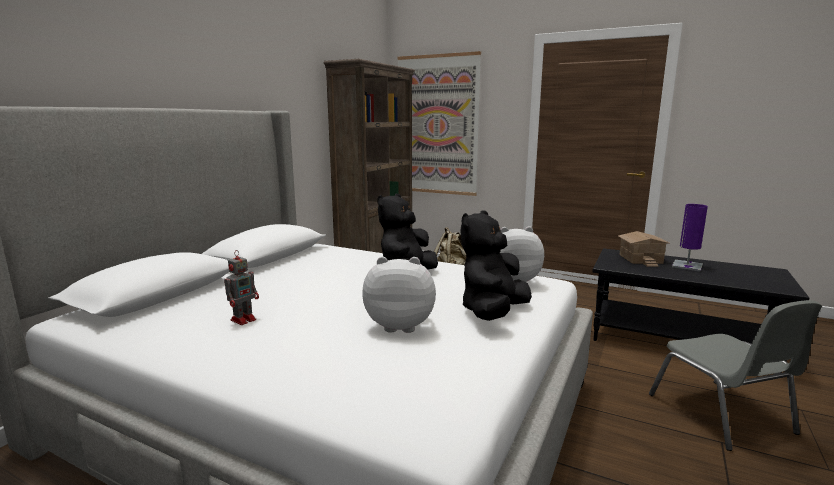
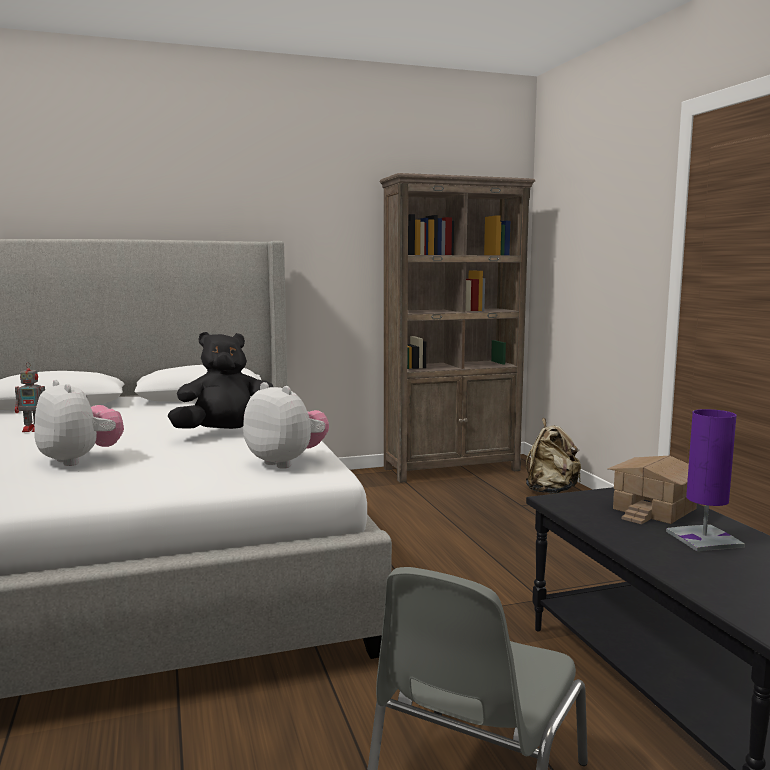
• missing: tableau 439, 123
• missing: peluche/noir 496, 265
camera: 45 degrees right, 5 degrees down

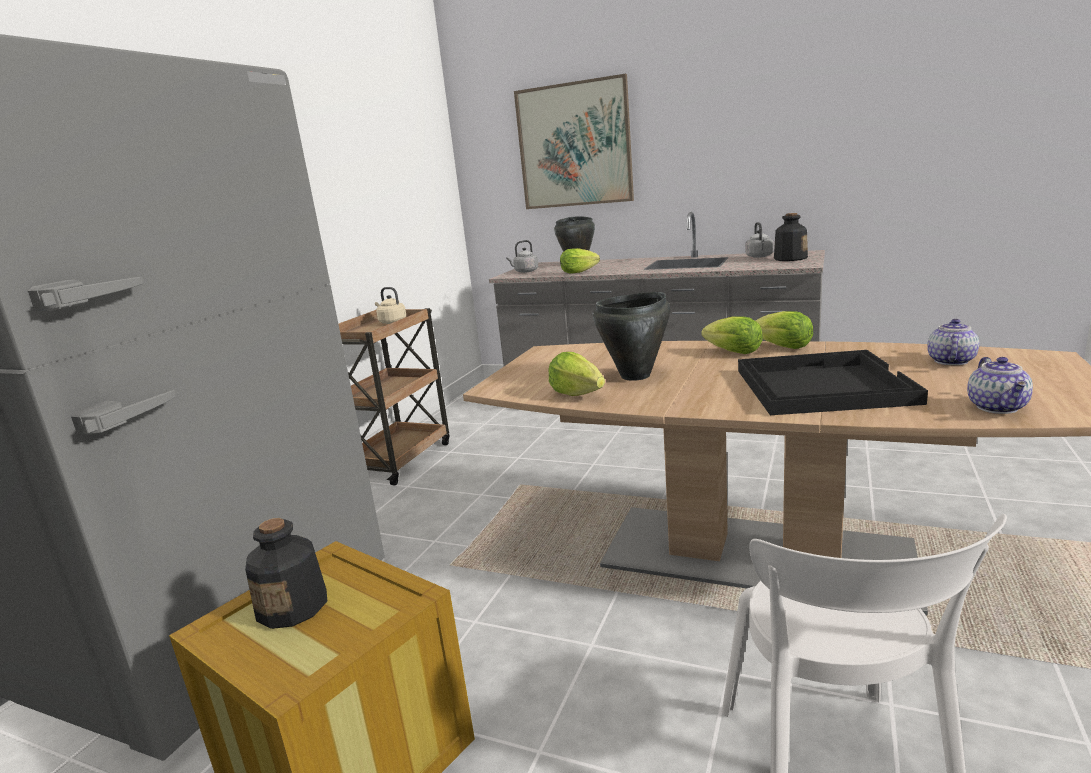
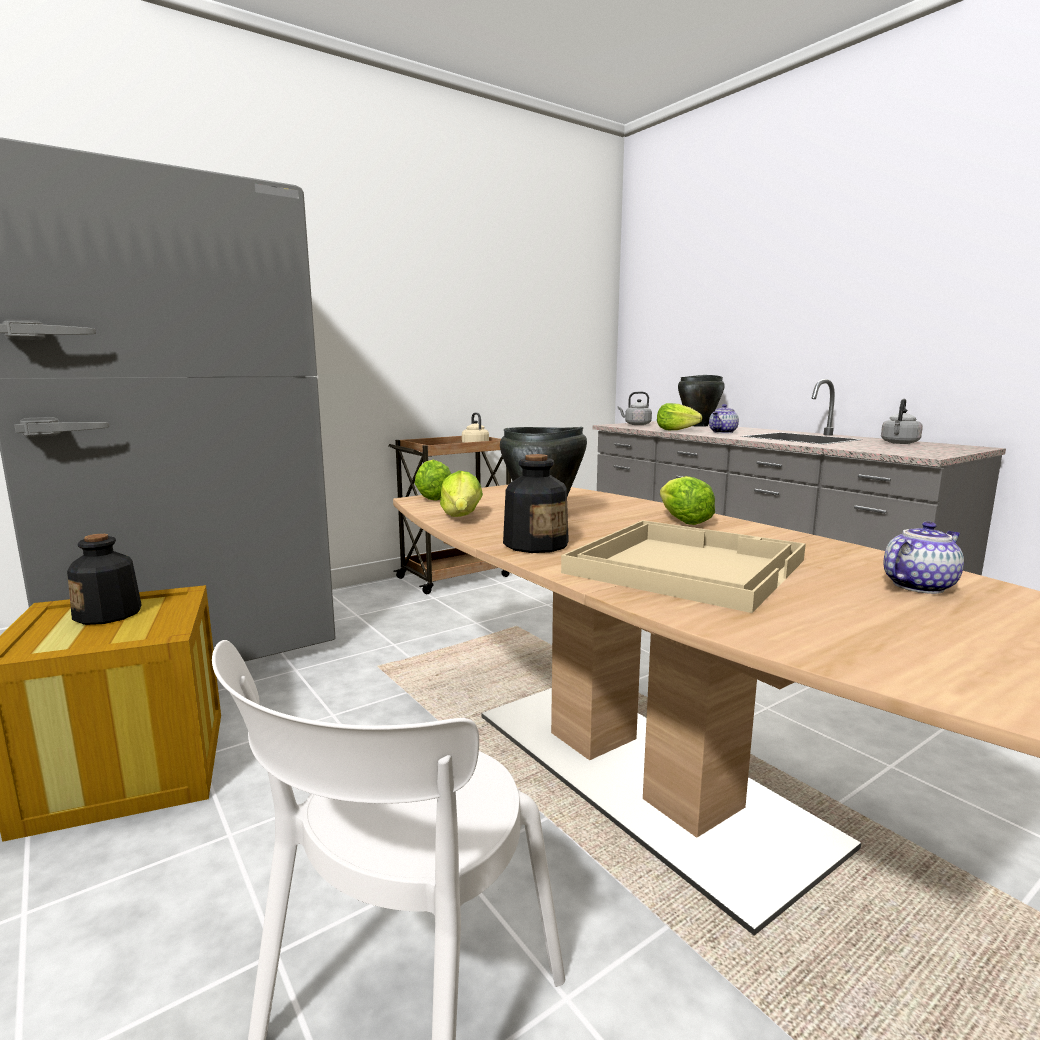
• missing: tableau 574, 141
• relocated: laitue 784, 330 to 433, 480
• relocated: bouteille 791, 237 to 536, 503
• relocated: théière 1000, 385 to 724, 419
• colour: plateau/noir 833, 382 to plateau/beige 683, 566
camera: 30 degrees right, 5 degrees down

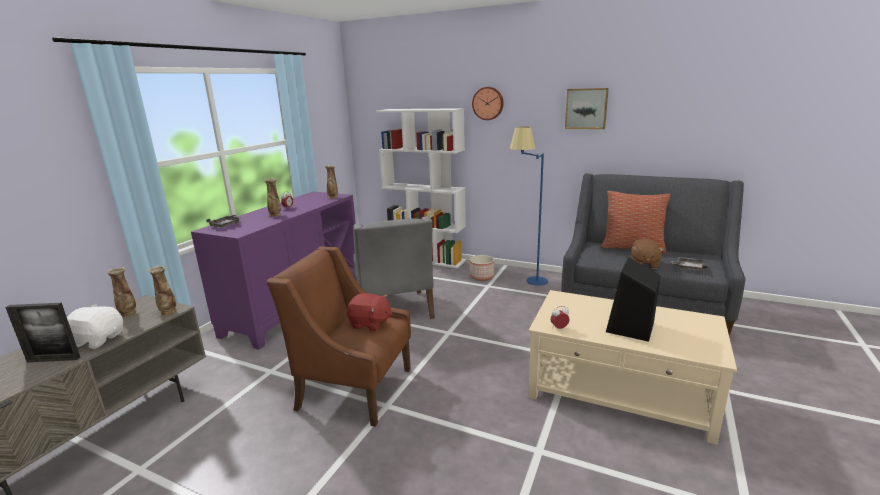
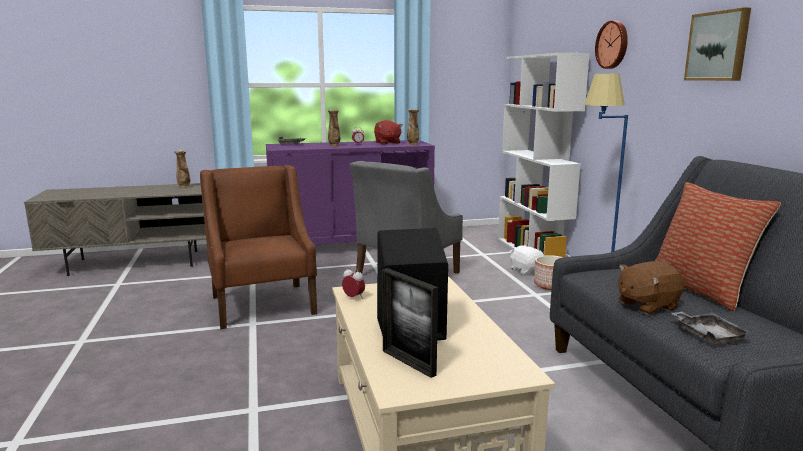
• missing: vase 162, 290
• relocated: cadre photo 42, 332 to 410, 323
• relocated: peluche/blanc 95, 326 to 527, 260
• relocated: peluche/rouge 369, 312 to 388, 132
camera: 50 degrees right, 5 degrees down

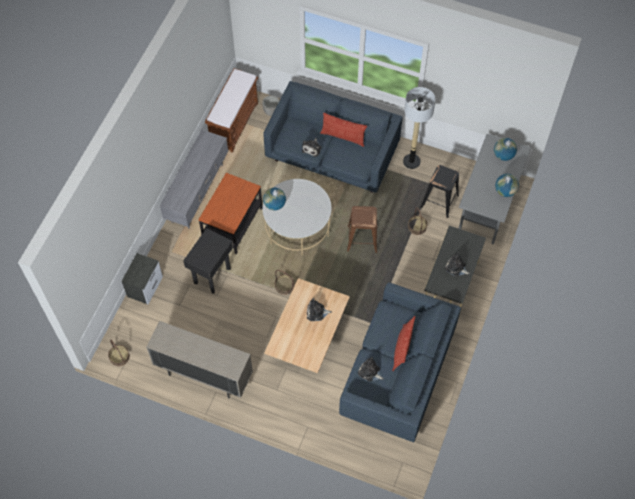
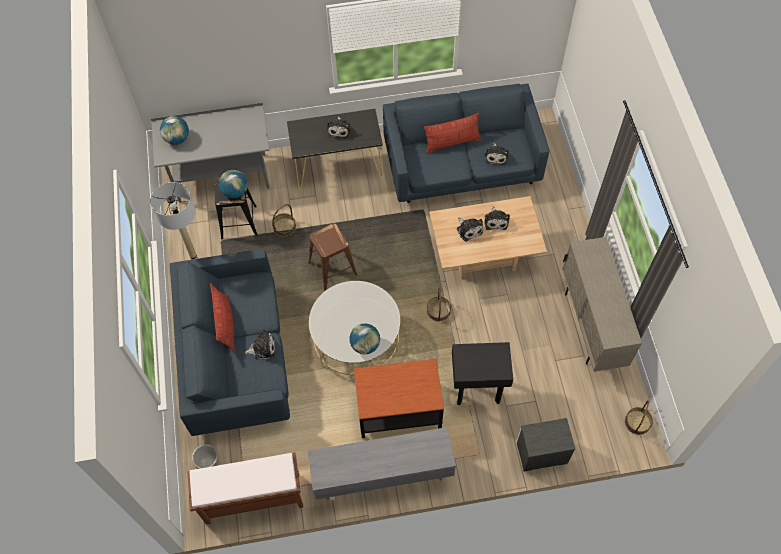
• appeared: peluche 497, 218
• relocated: globe 507, 185 to 233, 184
camera: 120 degrees left, 0 degrees up

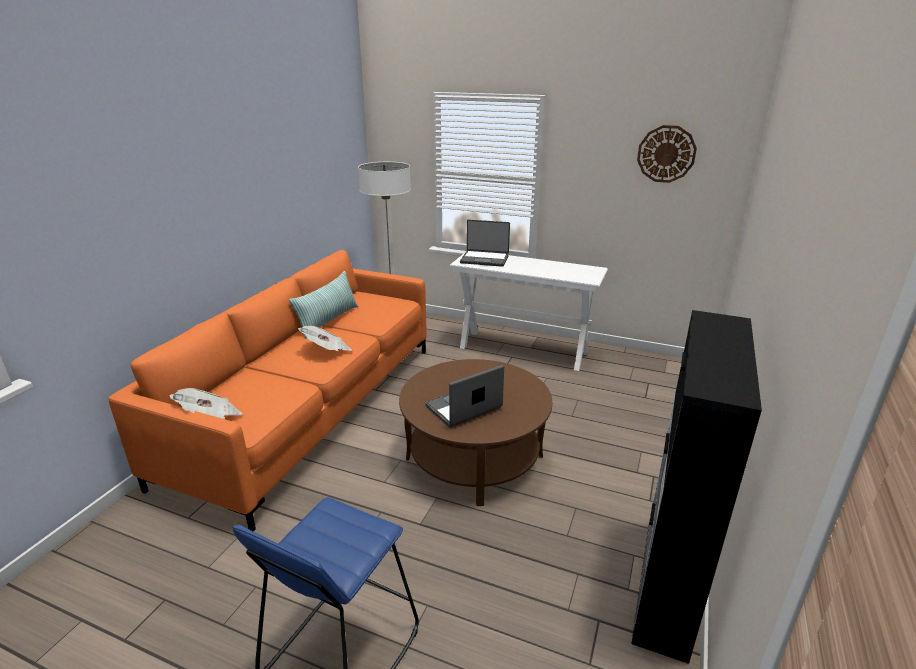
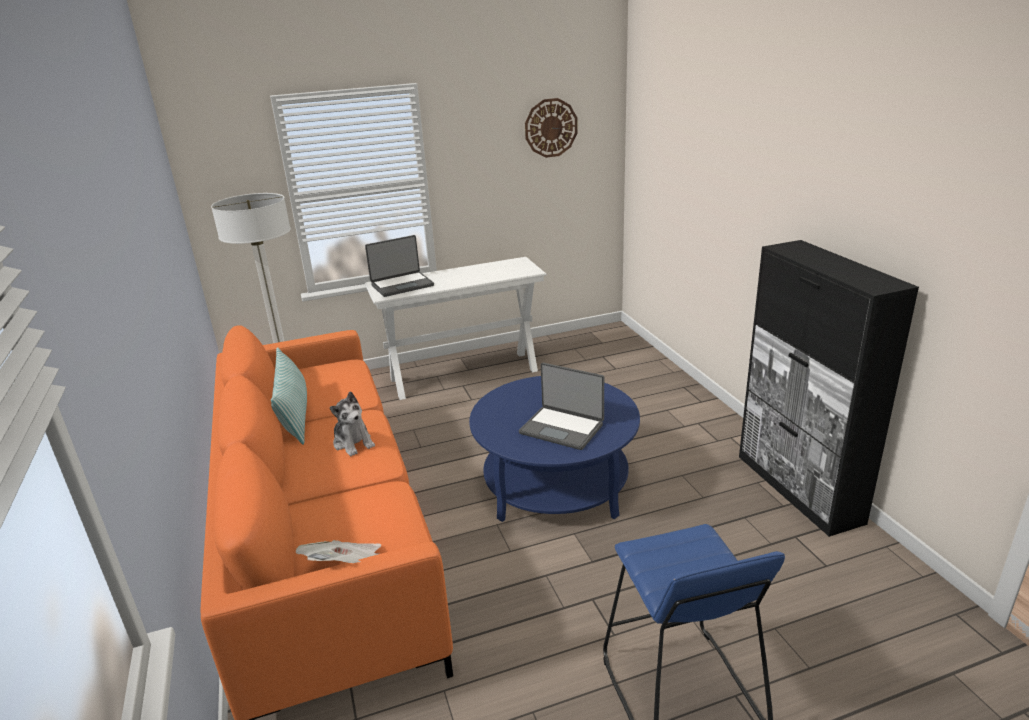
• exchanged: journal 325, 338 to peluche 352, 423
• colour: table basse/marron 475, 432 to table basse/bleu 554, 449
• spun: ordinateur portable 464, 396 = 561, 406 75 degrees counterclockwise
camera: 40 degrees left, 0 degrees up

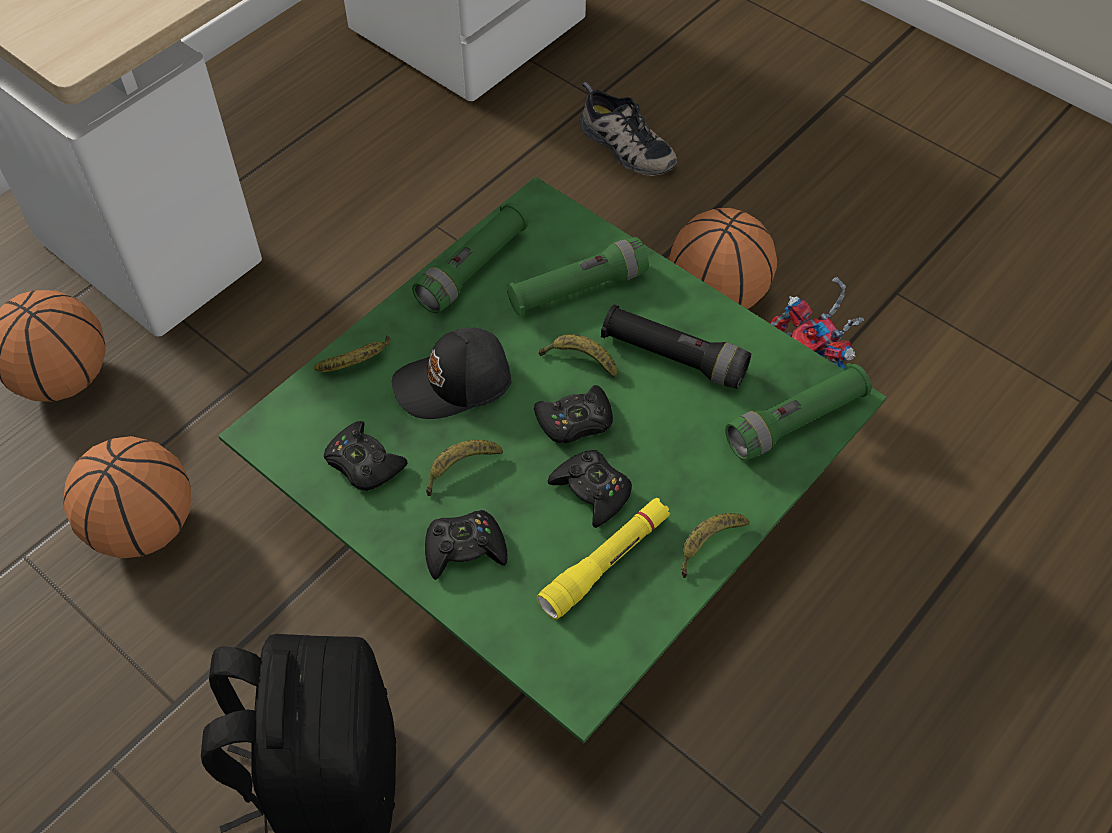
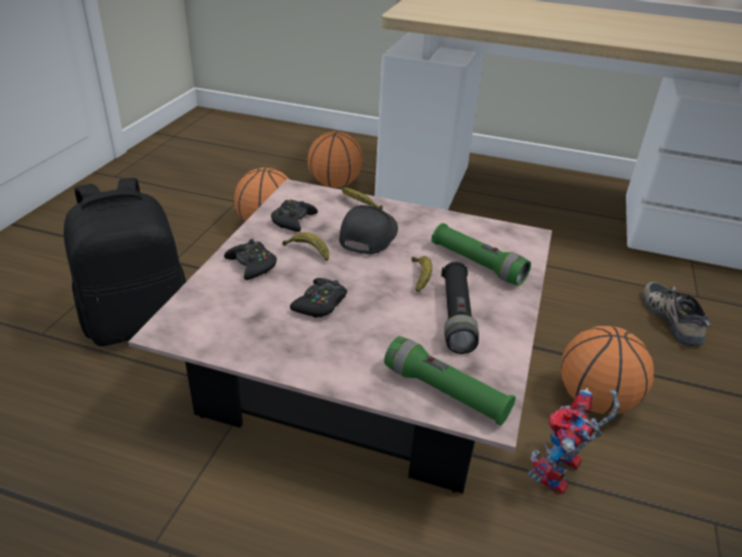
• missing: lampe de poche/vert 470, 258
• missing: manette/noir 573, 414
• missing: lampe de poche/jaune 603, 559
• missing: banane 715, 545
• colour: table basse/vert 552, 460 to table basse/rose 340, 336
• spun: casquette/noir 451, 373 = 368, 230 60 degrees clockwise
• spun: chaussure 628, 129 = 676, 314 150 degrees clockwise
camera: 65 degrees right, 20 degrees down

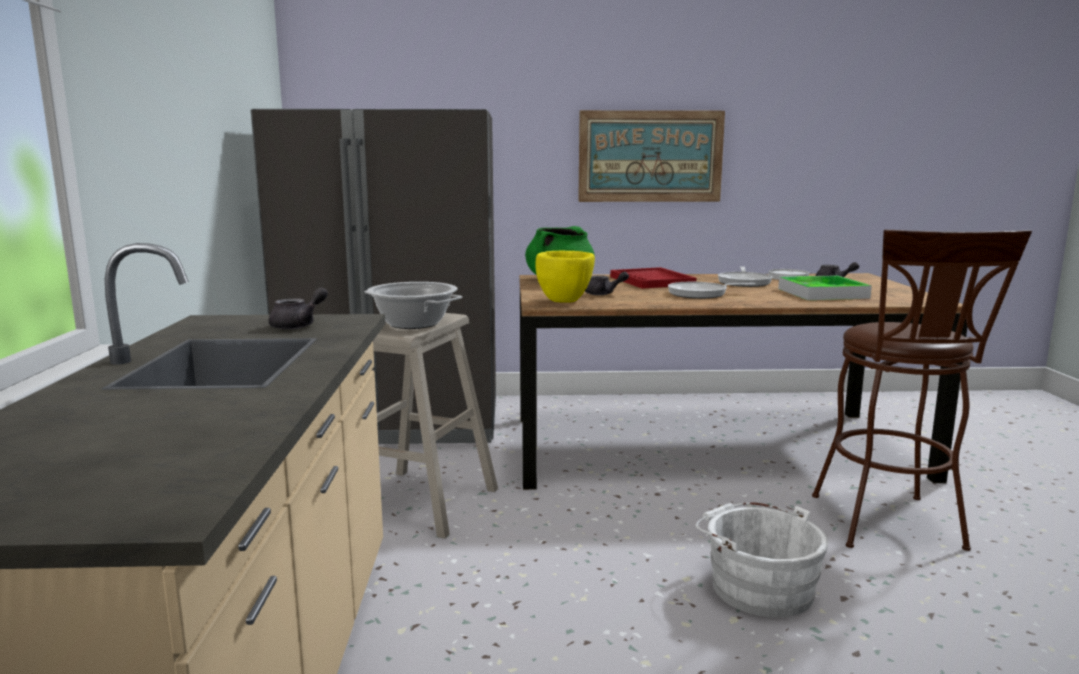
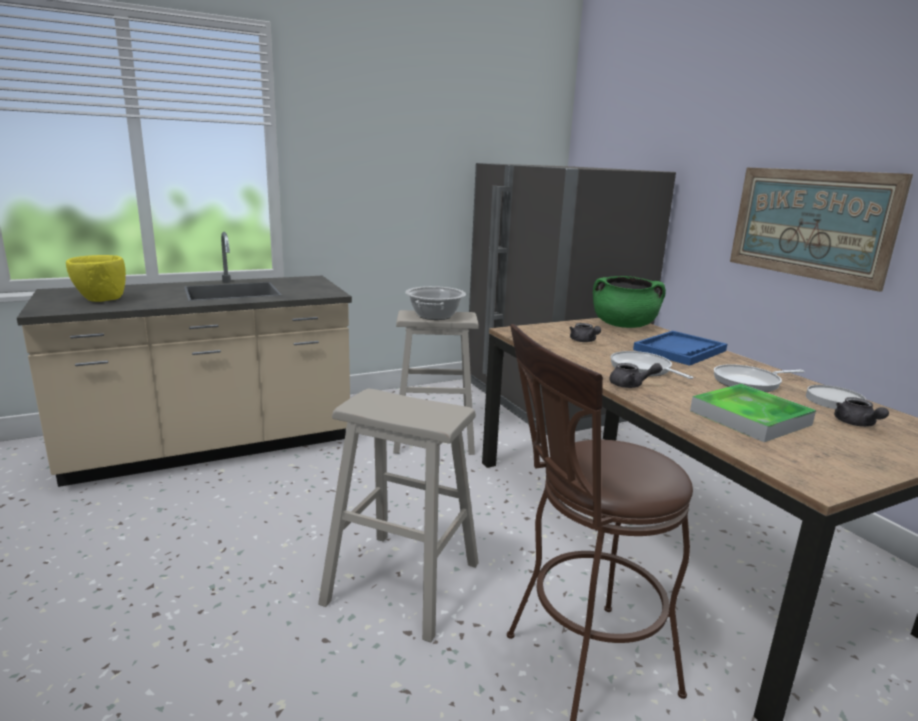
• relocated: théière/gris 298, 308 to 635, 375
• relocated: bol/jaune 565, 276 to 96, 278
• exchanged: seau/blanc 762, 560 to tabouret/beige 398, 516
• colour: plateau/rouge 653, 278 to plateau/bleu 680, 348
camera: 65 degrees right, 5 degrees up

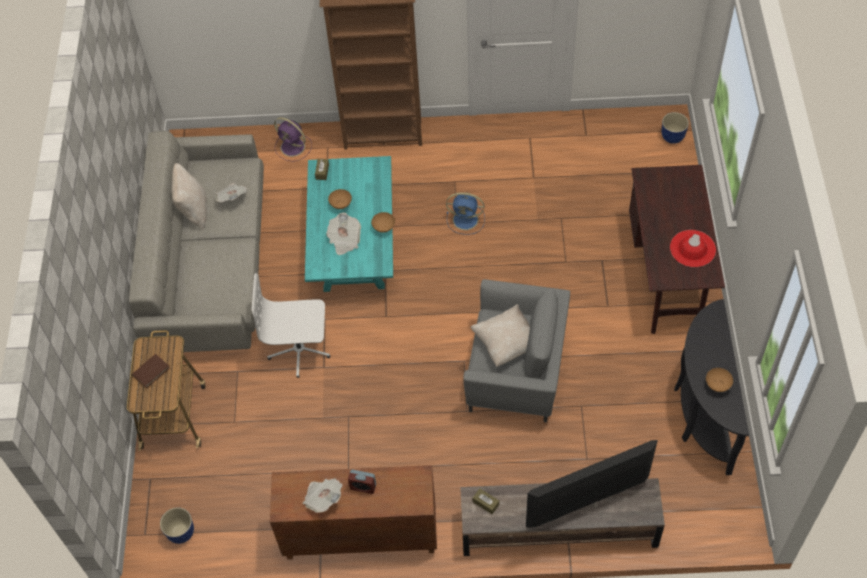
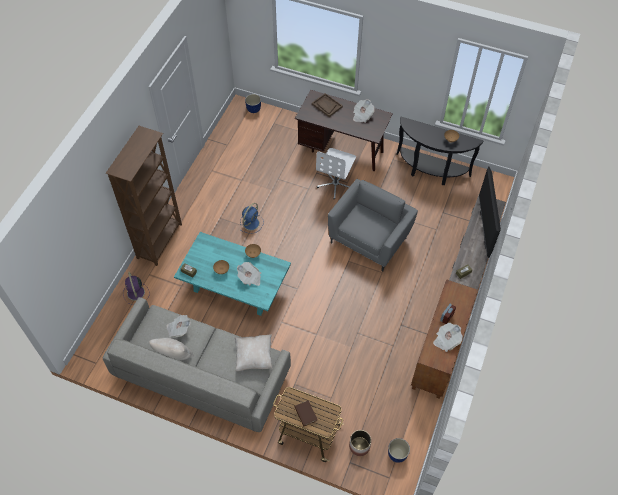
• appeared: plateau/marron 327, 105
• appeared: cache-pot 360, 443
• relocated: chaise de bureau/blanc 291, 325 to 336, 173
• relocated: coussin/beige 500, 335 to 253, 353
• exchanged: chapeau/rouge 693, 248 to journal 364, 111
• spun: ventilateur/violet 293, 139 = 136, 288 105 degrees clockwise
camera: 70 degrees left, 0 degrees up

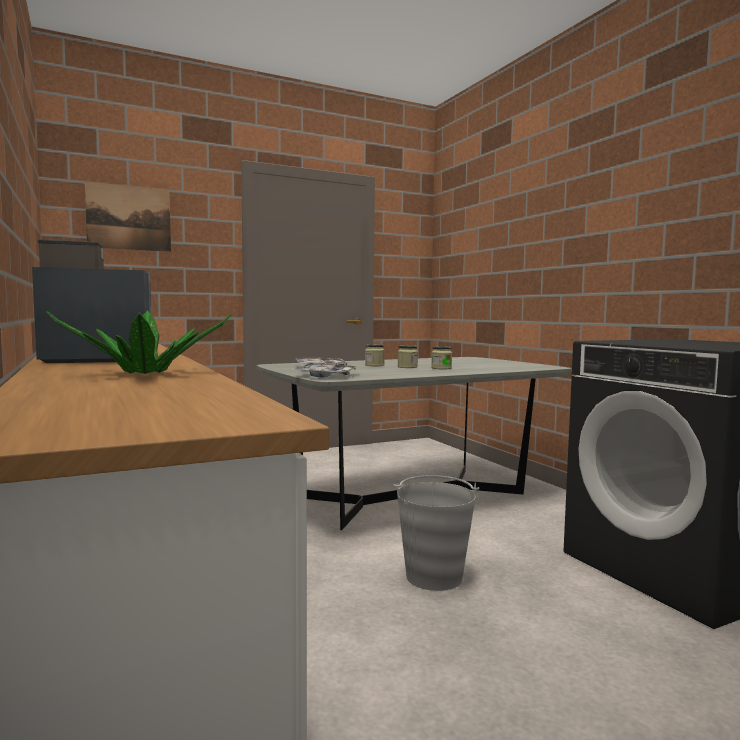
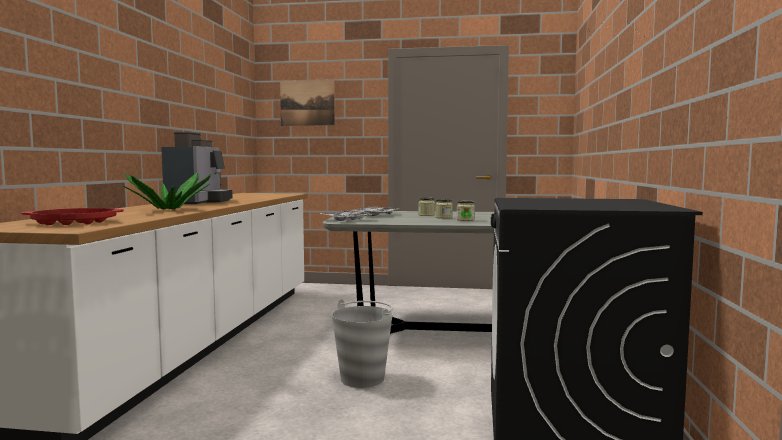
• appeared: plateau/rouge 73, 216
• spun: machine à café 91, 301 = 197, 168 75 degrees clockwise
camera: 35 degrees right, 0 degrees up

